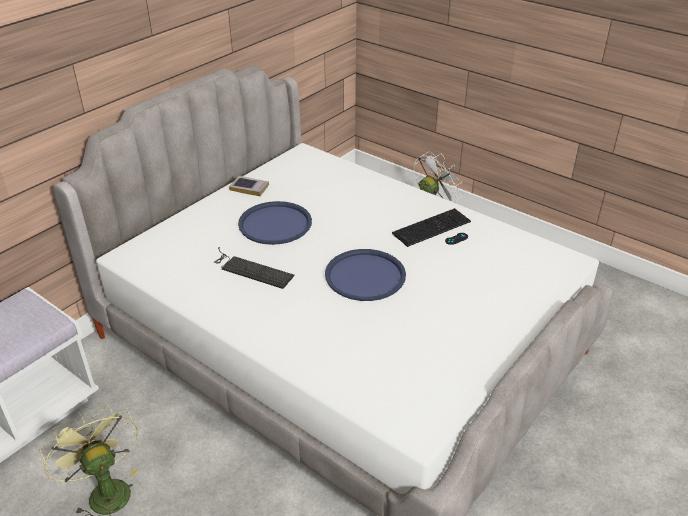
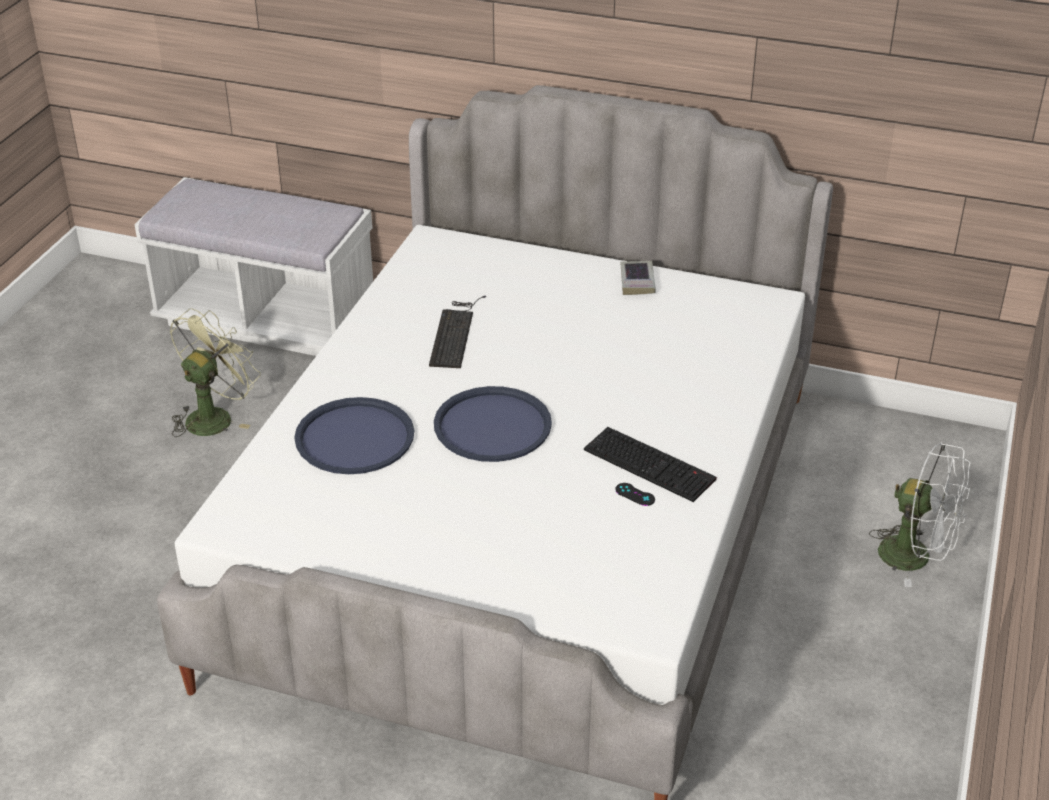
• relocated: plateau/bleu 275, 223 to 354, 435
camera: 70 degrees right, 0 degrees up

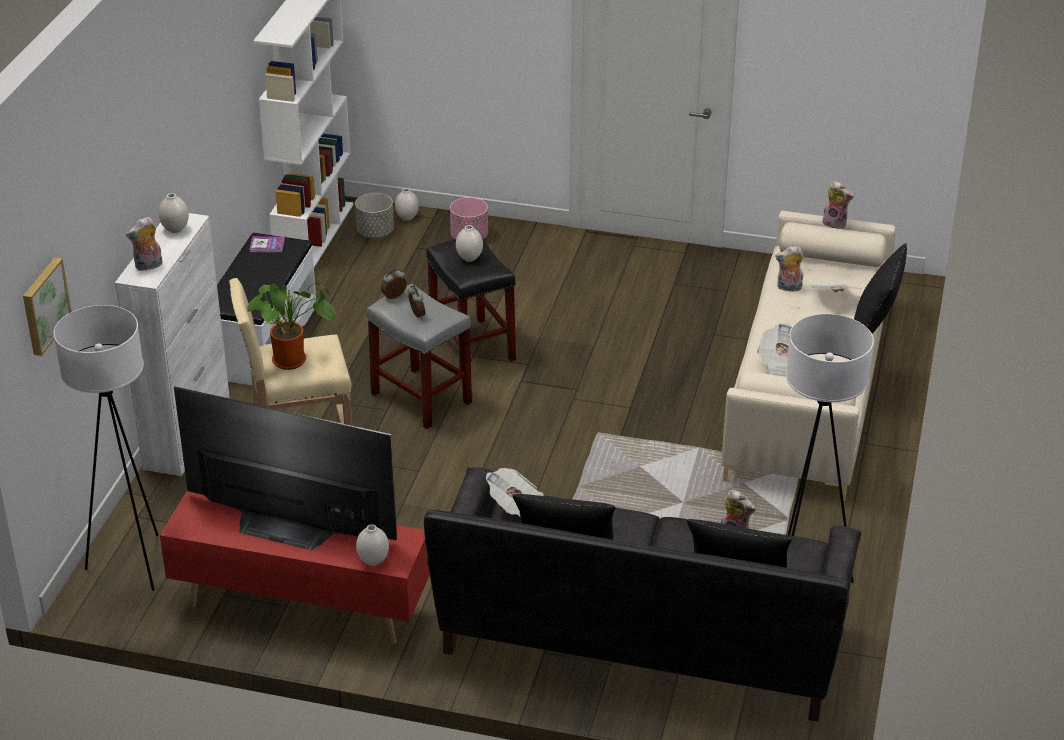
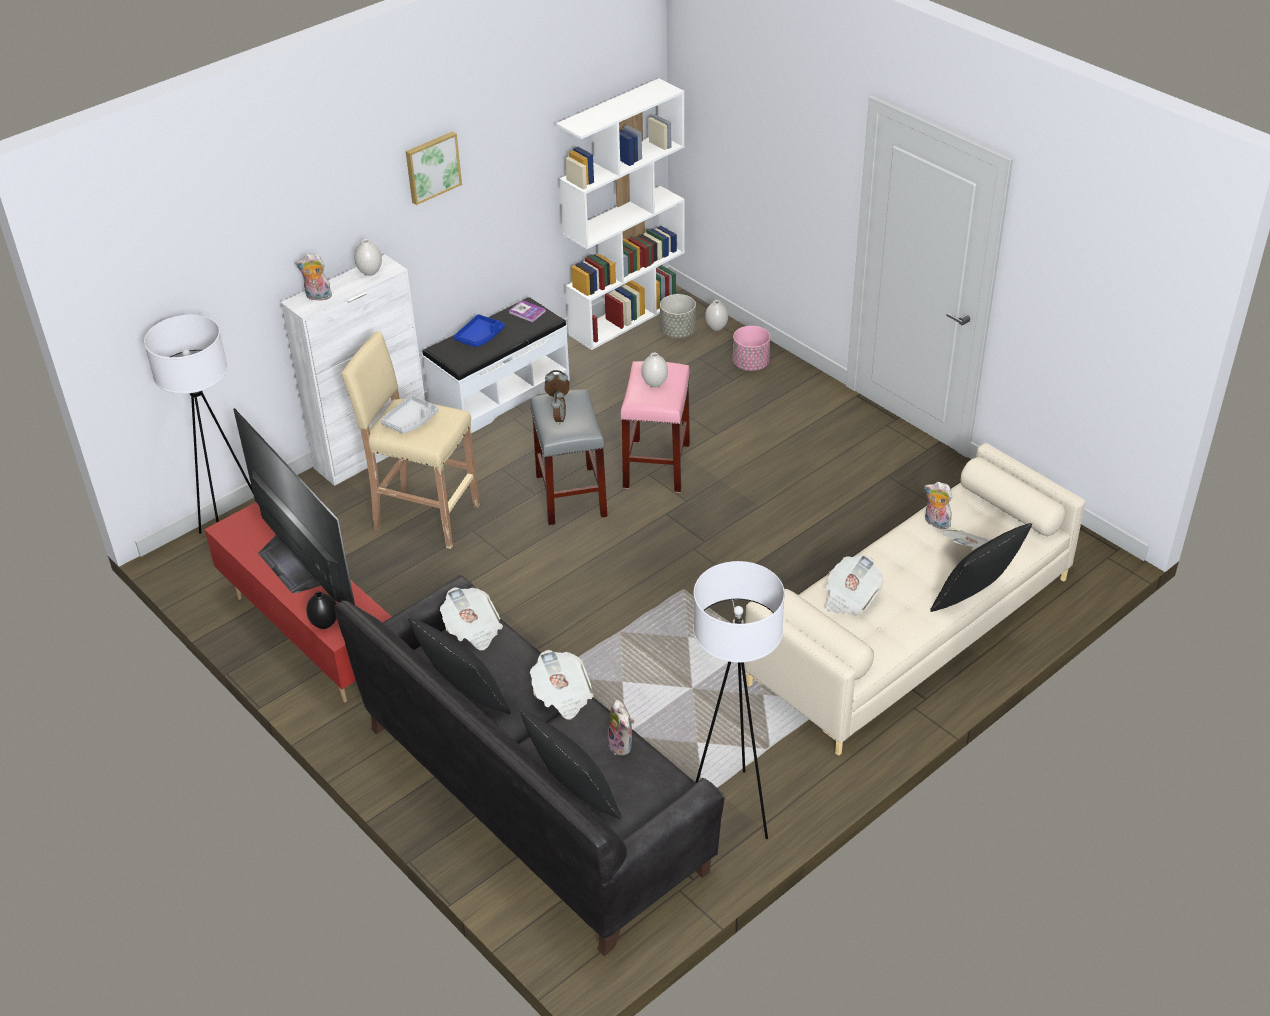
• missing: peluche 838, 205
• appeared: plateau/bleu 479, 330
• appeared: journal 561, 684
• relocated: tableau 47, 306 to 434, 168
• exchanged: plante en pot 291, 323 to plateau/gris 409, 414
• colour: vase/blanc 372, 545 to vase/noir 321, 610
• colour: tabouret/noir 471, 303 to tabouret/rose 655, 427
camera: 35 degrees right, 5 degrees up

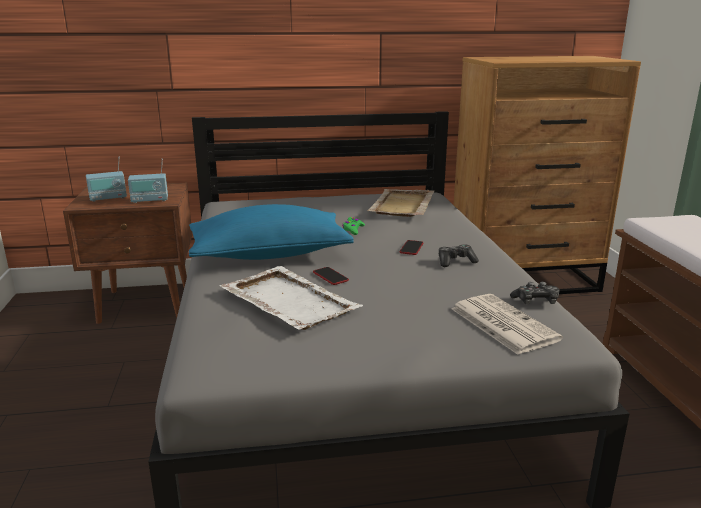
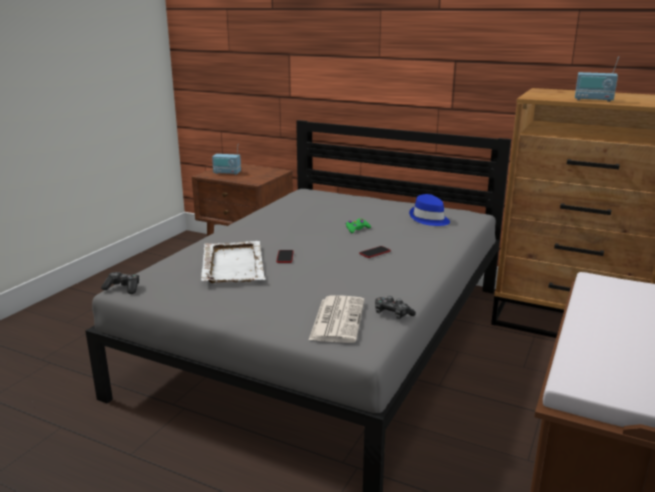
• missing: coussin/bleu 271, 232
• relocated: radio 148, 180 to 597, 79
• relocated: manette 459, 255 to 120, 283
• exchanged: plateau/beige 400, 203 to chapeau/bleu 429, 210
camera: 35 degrees right, 0 degrees up

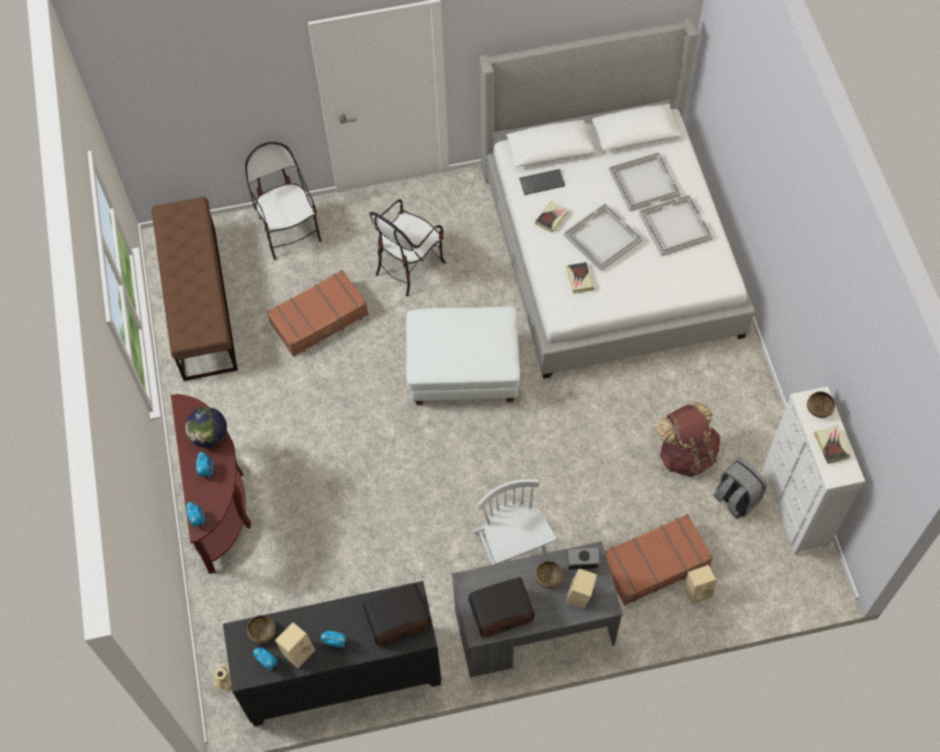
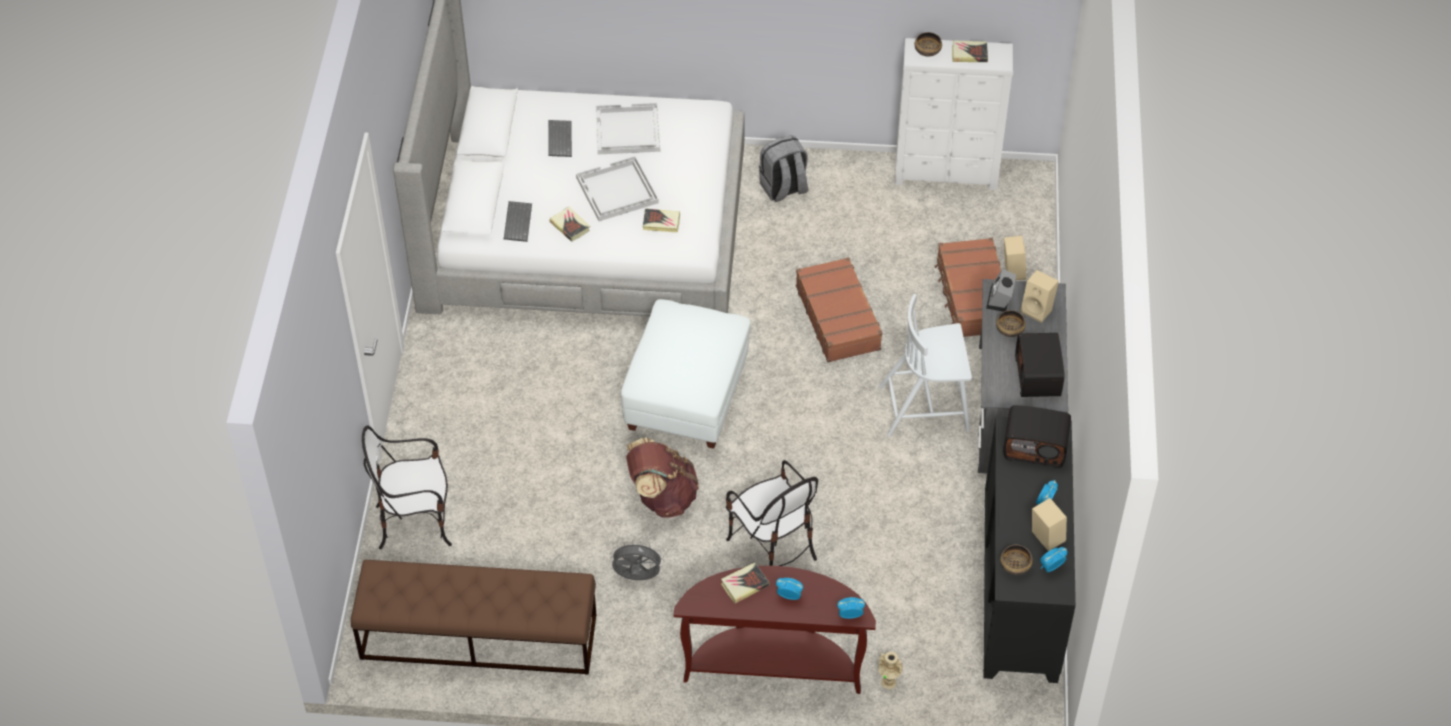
• appeared: ventilateur/gris 637, 560
• relocated: vase/beige 222, 679 to 890, 670
• relocated: valise/marron 317, 313 to 839, 309
• relocated: chaise 408, 247 to 772, 513
• relocated: sac à dos/marron 688, 439 to 662, 477
• relocated: sac à dos/gris 740, 488 to 783, 169
• exchanged: globe 206, 427 to livre 745, 583
• exchanged: plateau/blanc 645, 182 to clavier 560, 138
• spun: radio 396, 614 = 1037, 436 75 degrees counterclockwise
camera: 75 degrees left, 10 degrees down

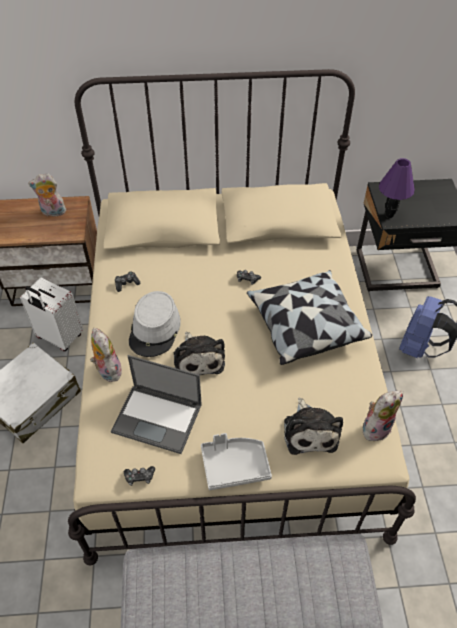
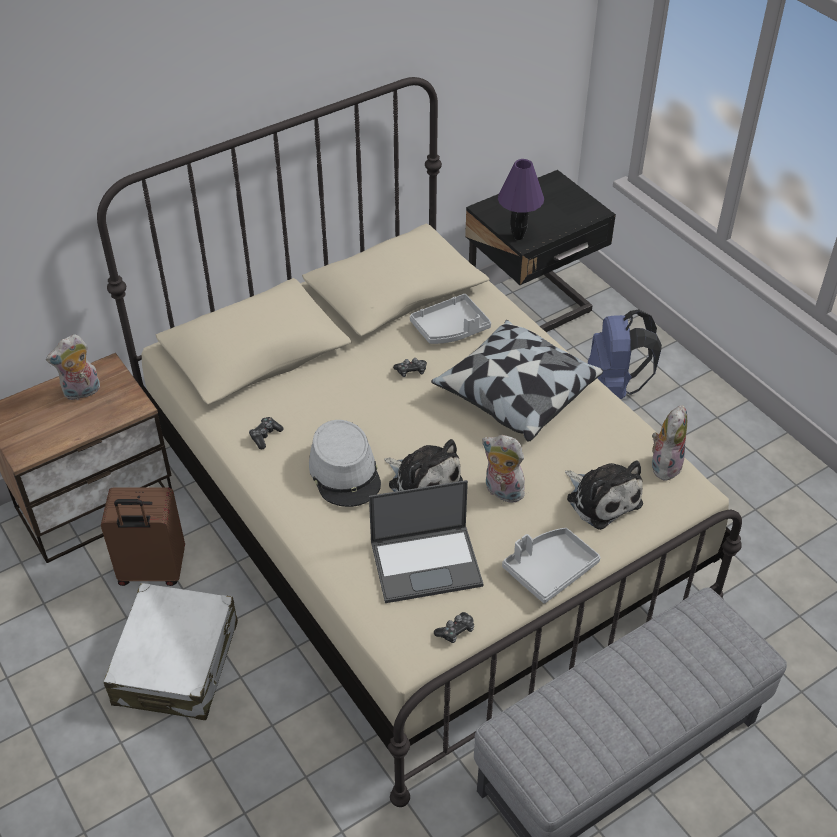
• appeared: plateau/gris 450, 319
• relocated: peluche 106, 355 to 505, 469
• colour: valise/blanc 51, 314 to valise/marron 143, 537
camera: 30 degrees left, 5 degrees down

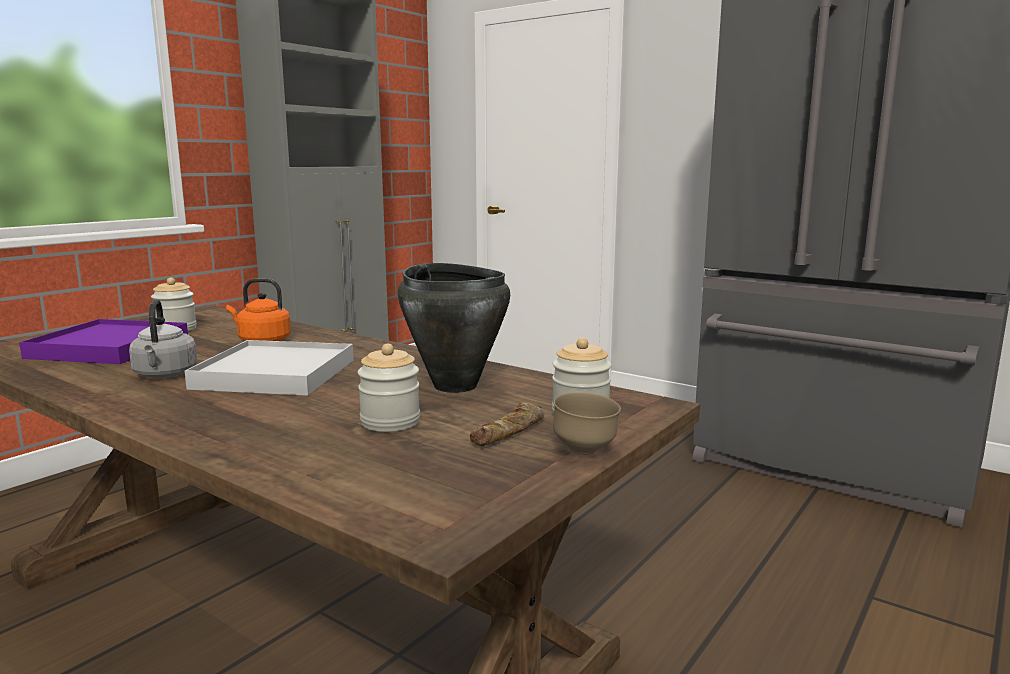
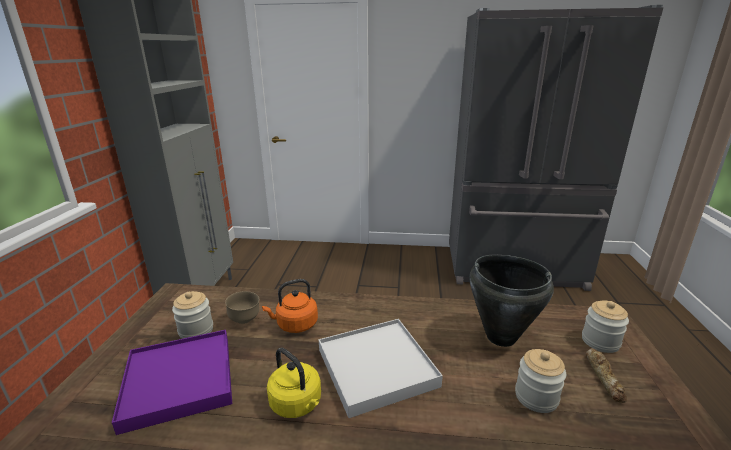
• relocated: bol/marron 587, 424 to 242, 307
• colour: bouilloire/gris 163, 338 to bouilloire/jaune 294, 383
camera: 30 degrees left, 10 degrees up

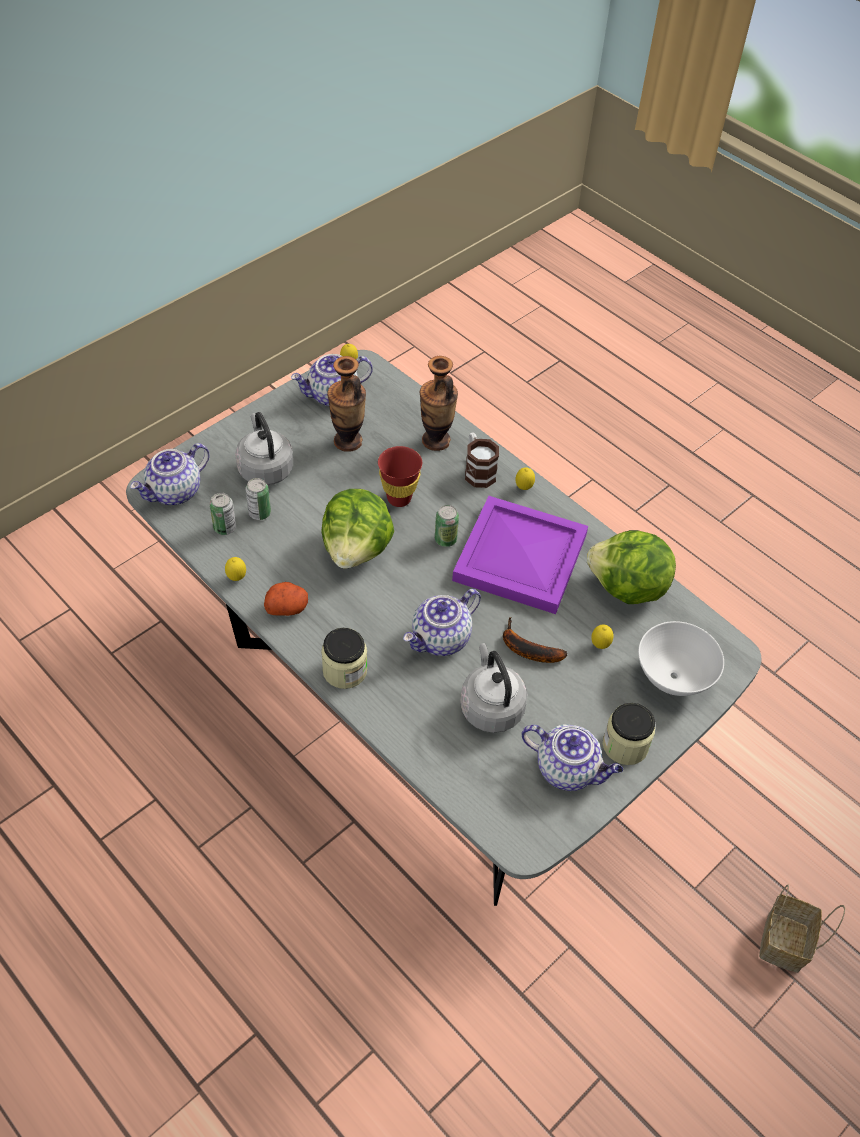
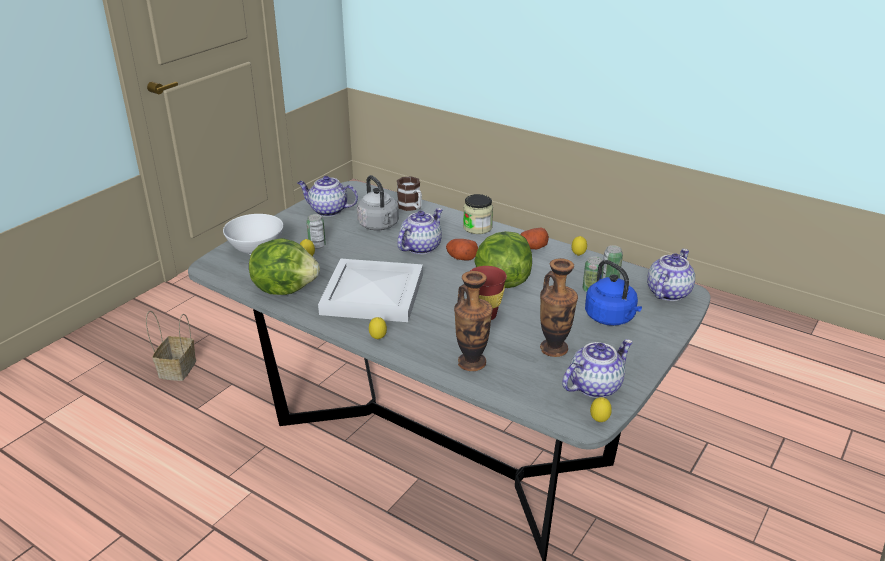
• missing: banane 535, 640
• missing: bocal 629, 734
• appeared: pomme de terre 462, 250
• relocated: boîte métallique 447, 526 to 316, 231
• relocated: mug 482, 460 to 409, 193
• colour: bouilloire/gris 264, 448 to bouilloire/bleu 613, 293
• colour: plateau/violet 520, 555 to plateau/blanc 370, 290
camera: 170 degrees right, 20 degrees down

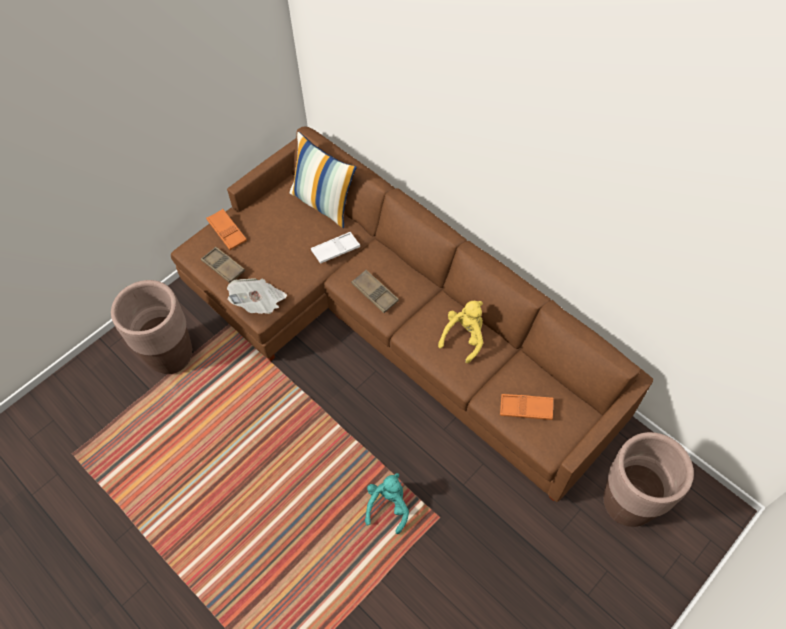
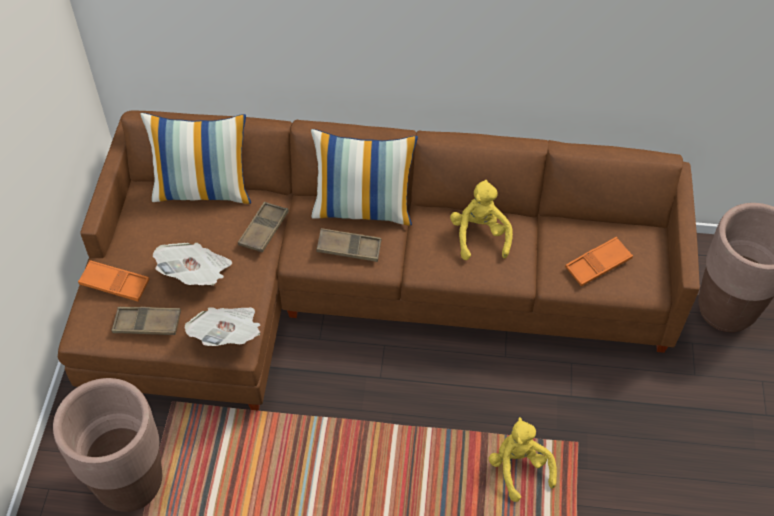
• appeared: journal 192, 264
• appeared: coussin 364, 177
• colour: plateau/blanc 335, 248 to plateau/marron 263, 227
• colour: peluche/turquoise 387, 503 to peluche/jaune 523, 459
camera: 40 degrees left, 5 degrees down

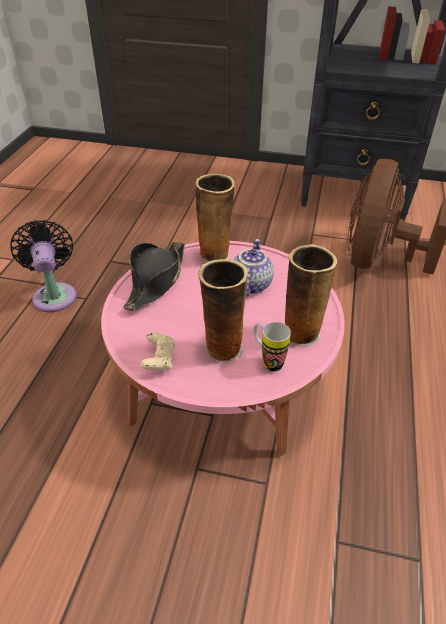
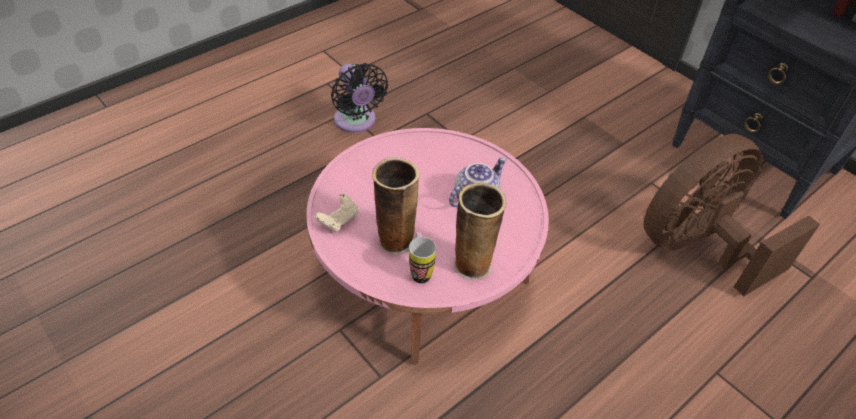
• missing: chapeau/noir 154, 276
• missing: vase 215, 218
• spun: ventilateur/noir 43, 266 = 359, 98 135 degrees clockwise
camera: 35 degrees right, 5 degrees up

